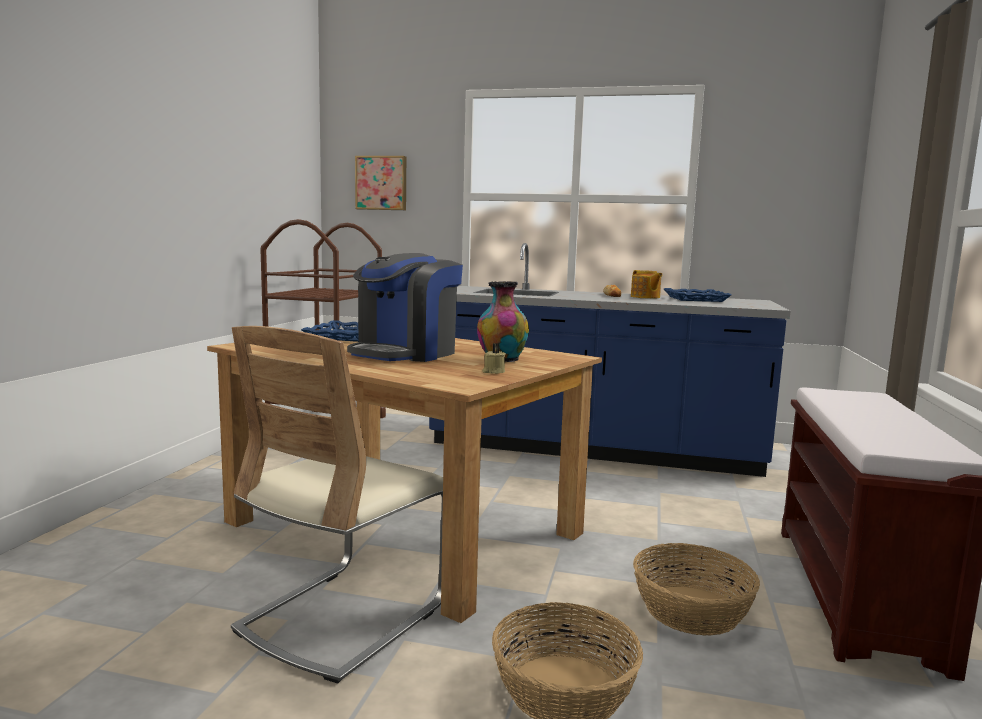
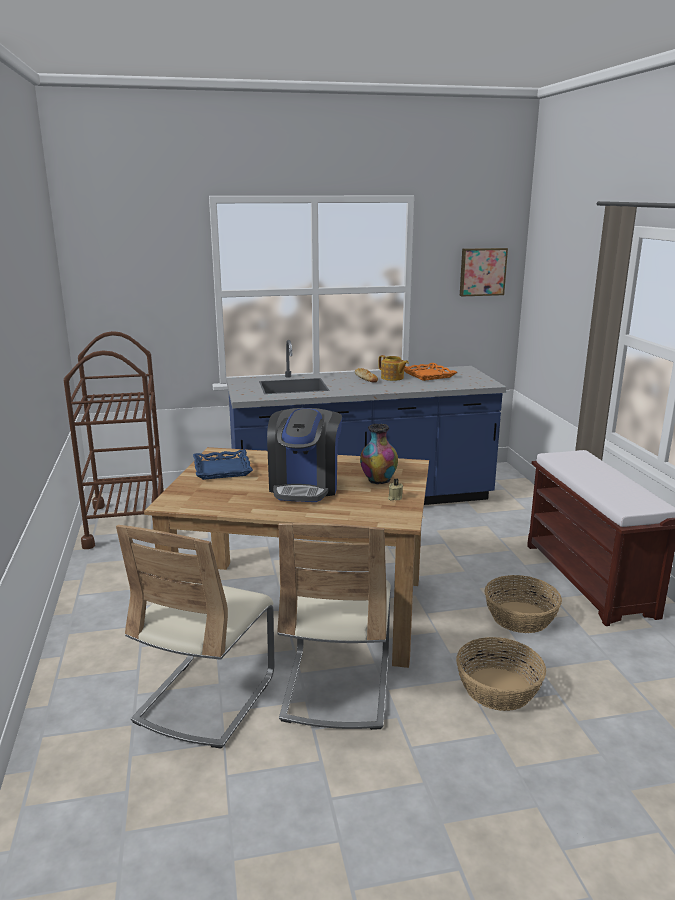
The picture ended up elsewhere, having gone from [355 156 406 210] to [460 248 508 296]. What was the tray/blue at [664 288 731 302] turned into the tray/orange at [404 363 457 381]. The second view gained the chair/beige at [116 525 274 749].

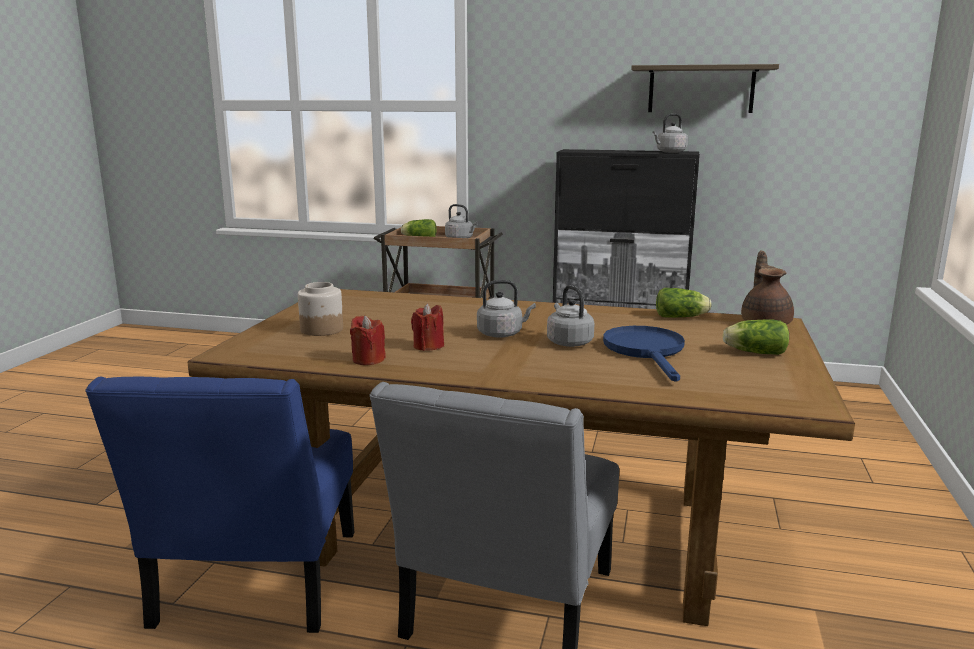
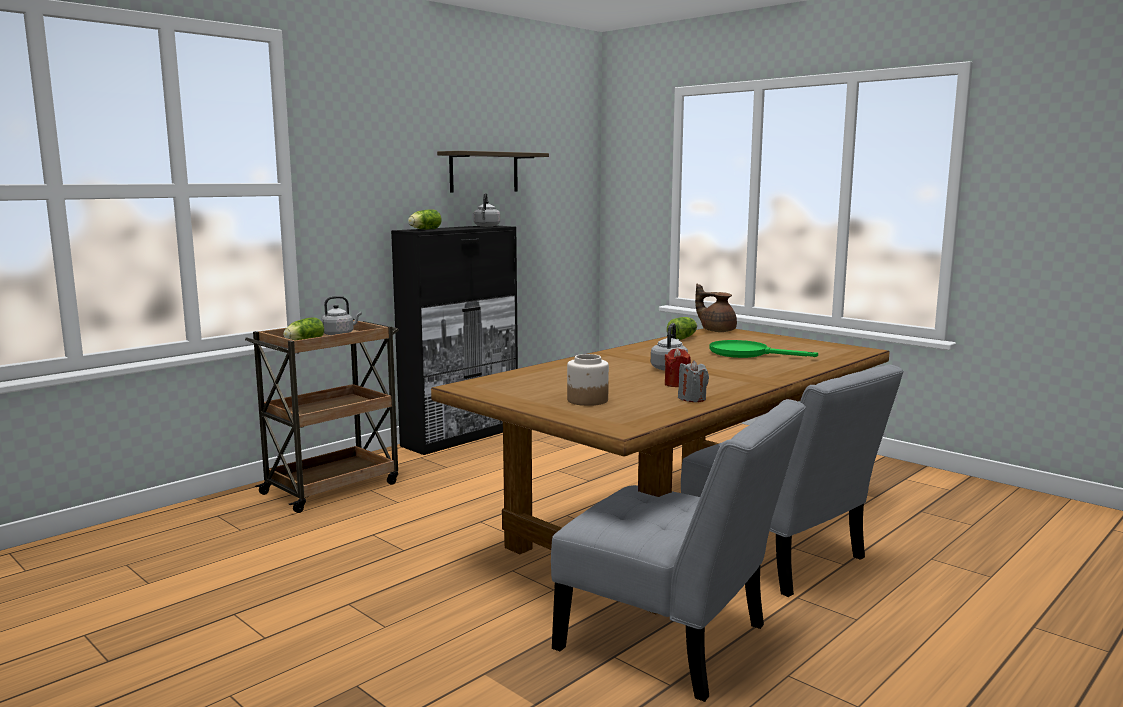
The second view lost the kettle/grey at [547 285 594 347]. What was the candle/red at [350 315 386 365] turned into the candle/grey at [678 360 709 402]. The lettuce ended up elsewhere, having gone from [723 319 789 355] to [408 209 441 229]. What was the frying pan/blue at [603 326 685 382] turned into the frying pan/green at [709 340 818 358]. What was the chair/blue at [85 377 354 633] turned into the chair/grey at [551 399 806 702].

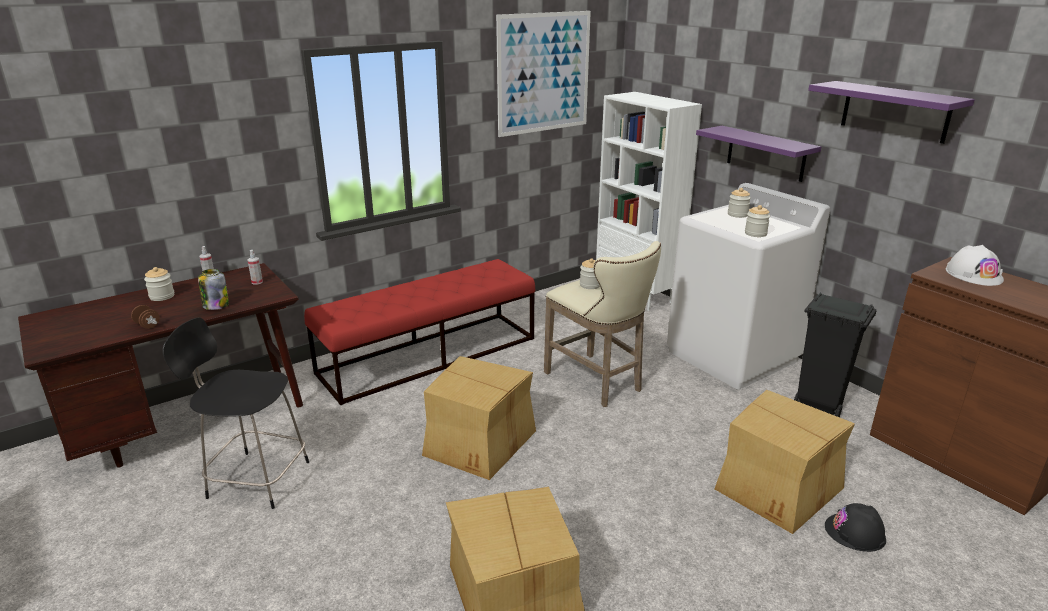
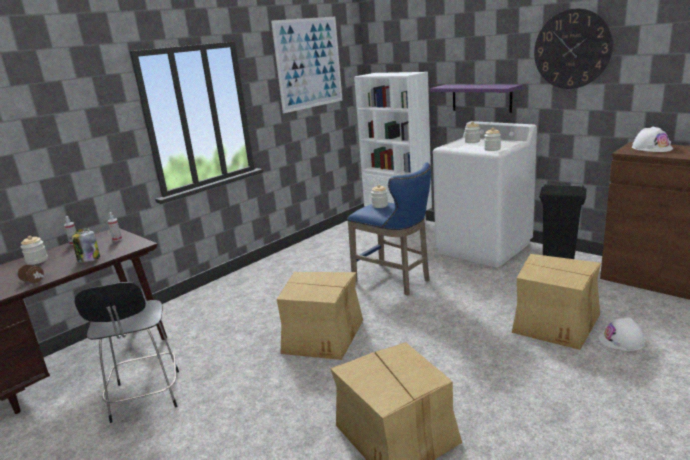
Where the shelf/purple hung at [808 81 975 144], the wall clock came to hang at [534 8 613 89]. What was the stool/beige at [544 241 661 407] turned into the stool/blue at [347 162 431 296]. The second view lost the bench/red at [304 259 535 405]. The chair/black at [162 317 309 509] ended up facing another way, 105 degrees counterclockwise from before. What was the hard hat/black at [825 503 886 552] turned into the hard hat/white at [598 317 646 351].

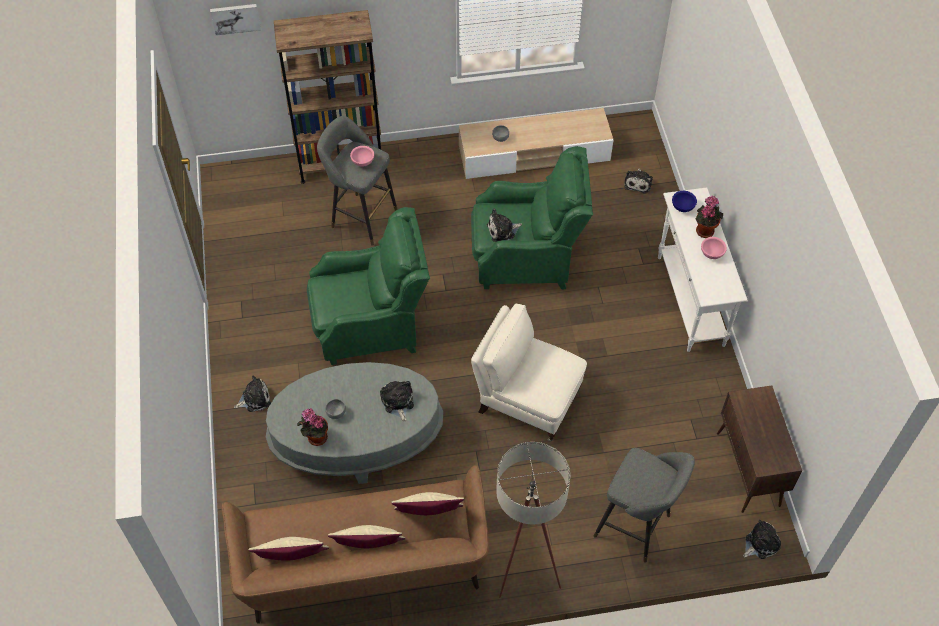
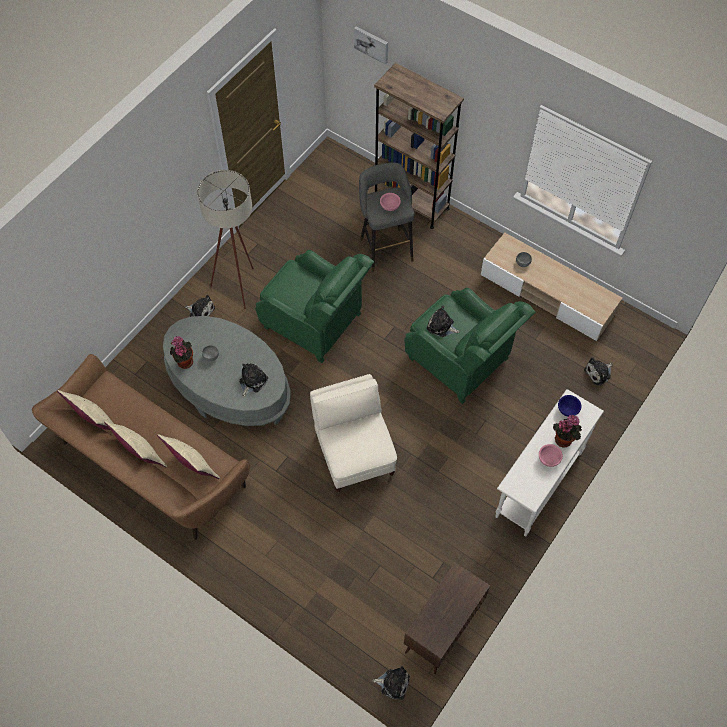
The floor lamp/beige ended up elsewhere, having gone from [496 442 570 598] to [197 170 254 309]. The second view lost the stool/grey at [594 448 695 562].

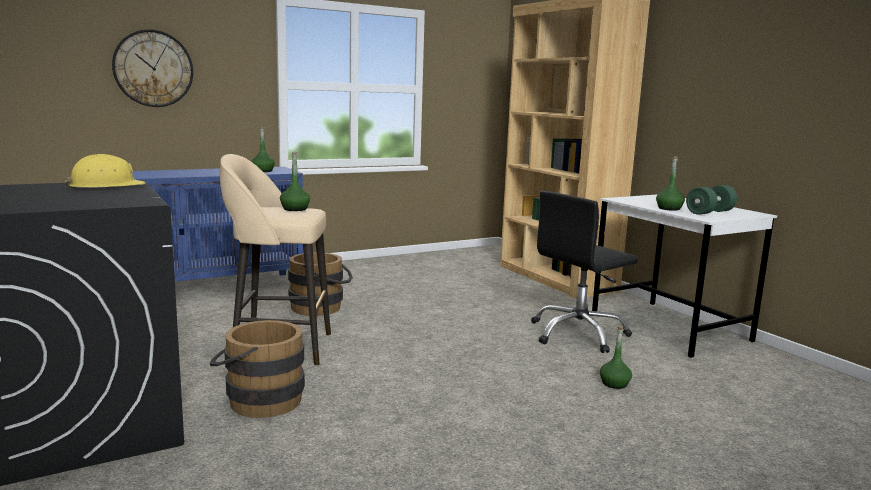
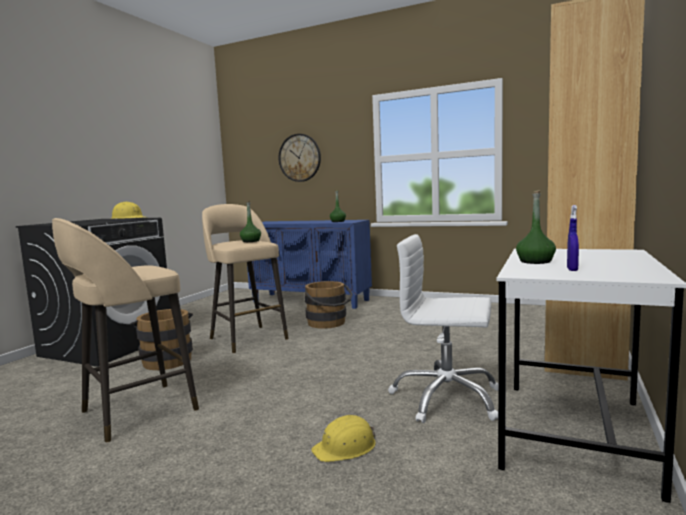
Where the dumbbell/green stood at [686 185 737 215], the spray bottle/blue came to stand at [567 205 579 271]. What was the office chair/black at [531 191 638 353] turned into the office chair/white at [388 234 498 423]. Where the bottle/green stood at [600 326 632 389], the hard hat/yellow came to stand at [311 415 375 462]. The second view gained the stool/beige at [52 218 199 443].

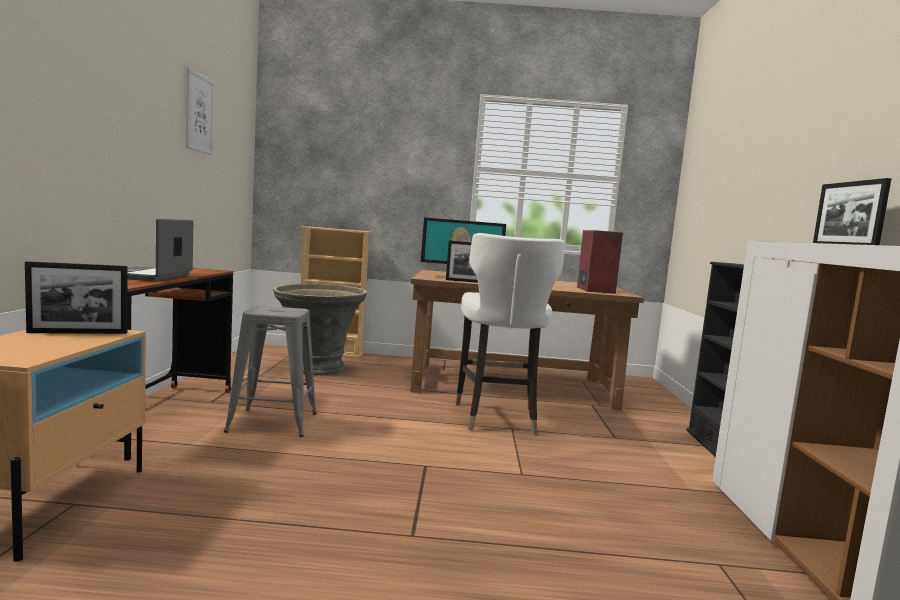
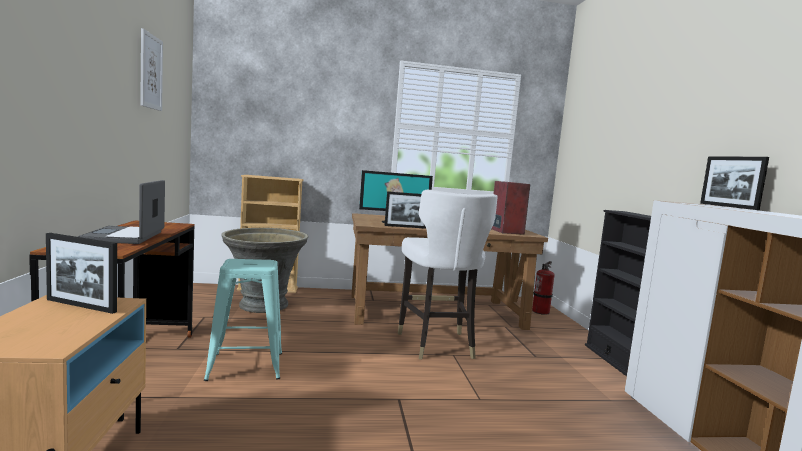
The picture frame at [25 261 128 334] ended up facing another way, 45 degrees clockwise from before. What was the stool/grey at [224 306 317 437] turned into the stool/turquoise at [204 259 282 381]. The second view gained the fire extinguisher at [532 261 555 315].

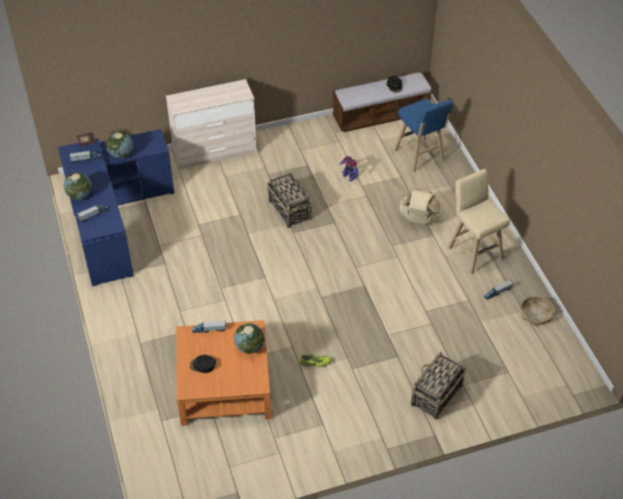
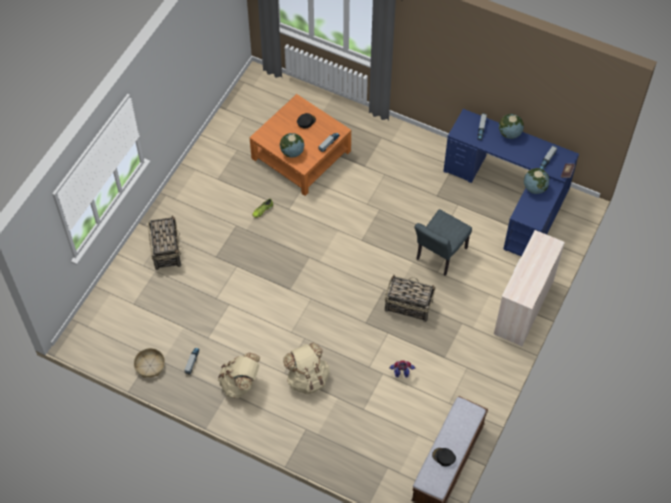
The second view lost the stool/blue at [394 99 453 172]. Where the stool/beige stood at [448 169 510 274], the backpack/beige came to stand at [218 353 260 398]. The second view gained the chair/grey at [414 209 472 276].

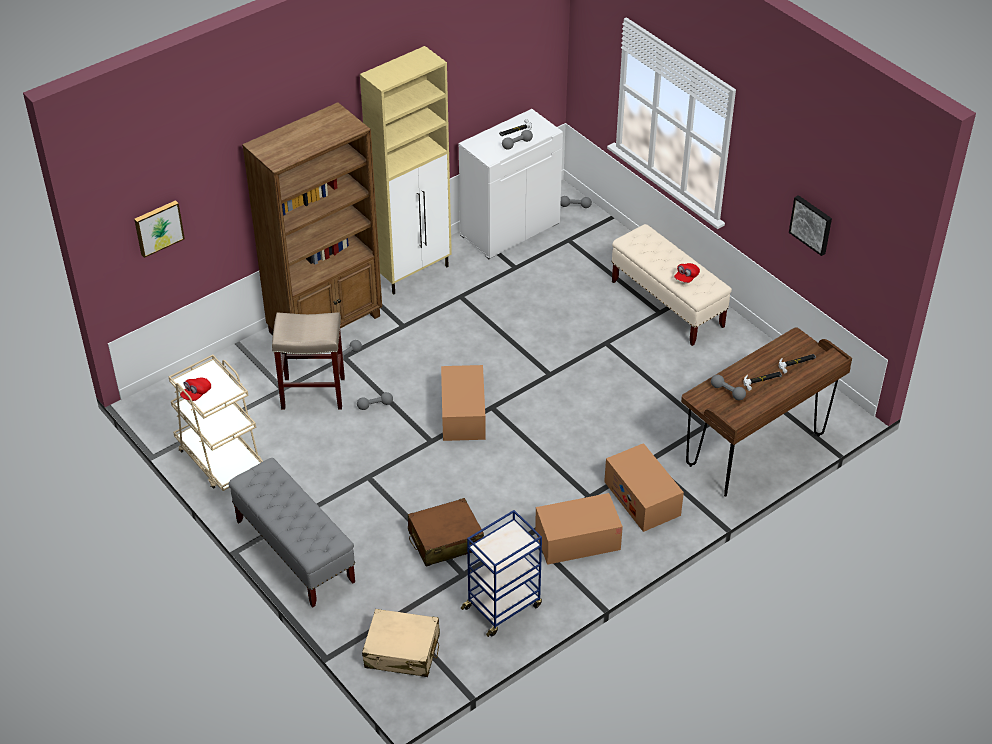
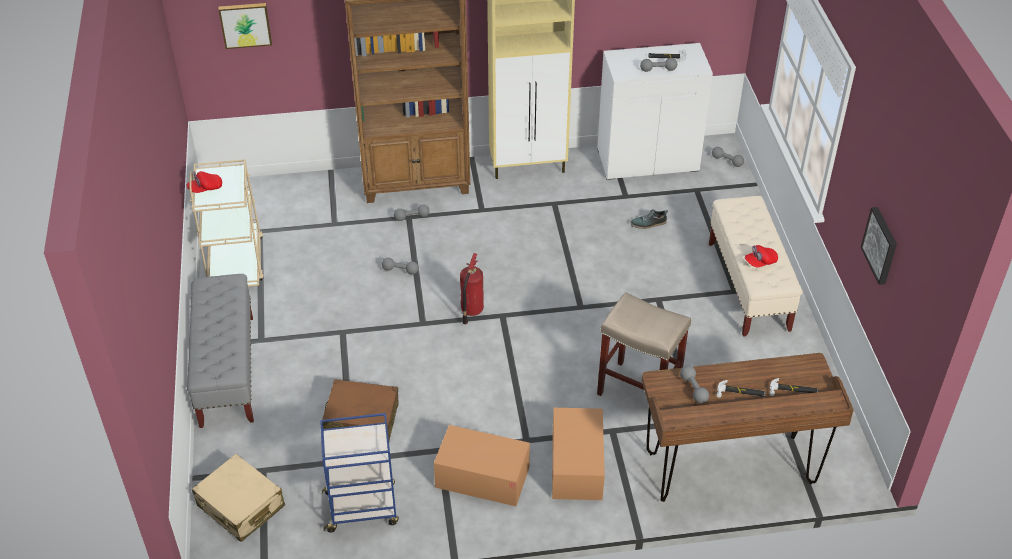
The stool/beige ended up elsewhere, having gone from [272 312 345 410] to [597 292 691 396]. Where the cardboard box stood at [441 365 486 441], the fire extinguisher came to stand at [460 253 484 325]. The second view gained the shoe at [631 209 668 229].

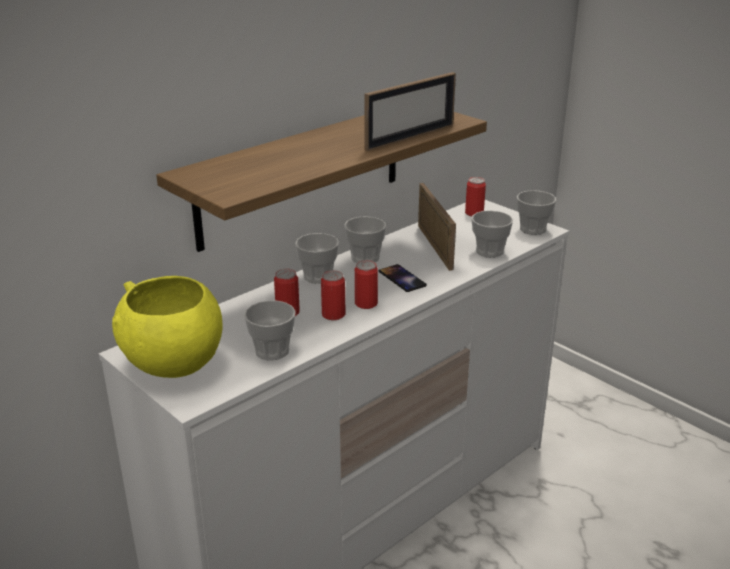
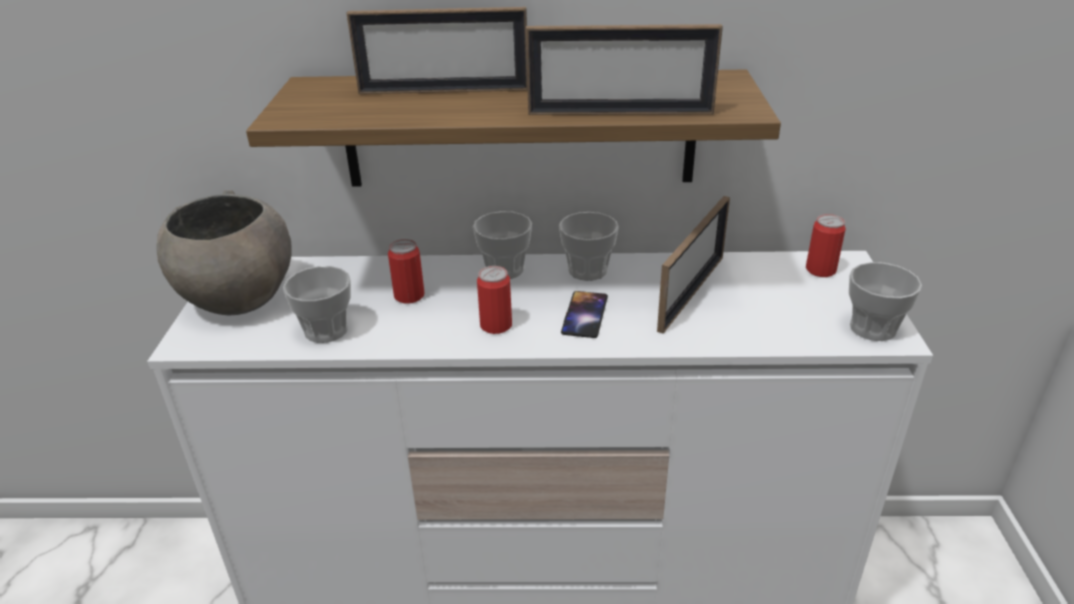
The second view lost the cup at [472 210 513 258]. The second view lost the can at [321 270 345 320]. What was the bowl/yellow at [112 276 223 378] turned into the bowl/grey at [157 190 292 316]. The second view gained the picture frame at [347 7 528 94].

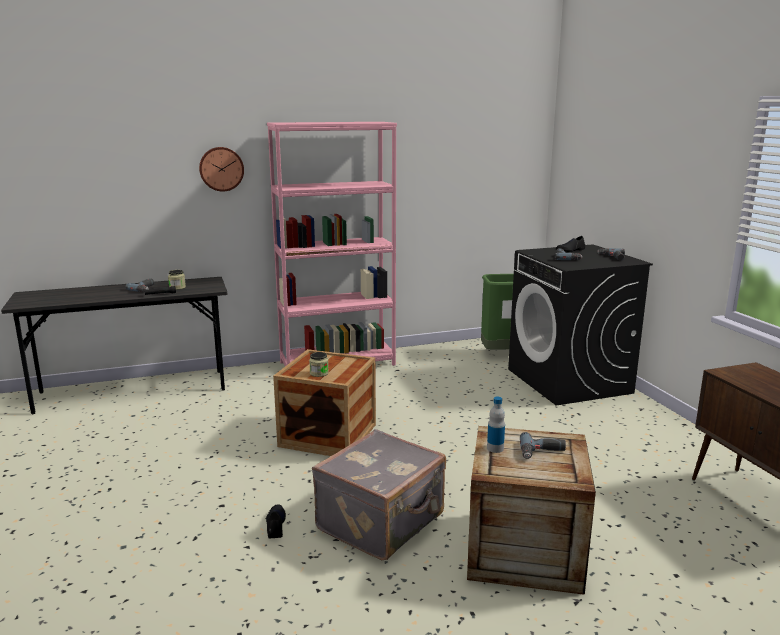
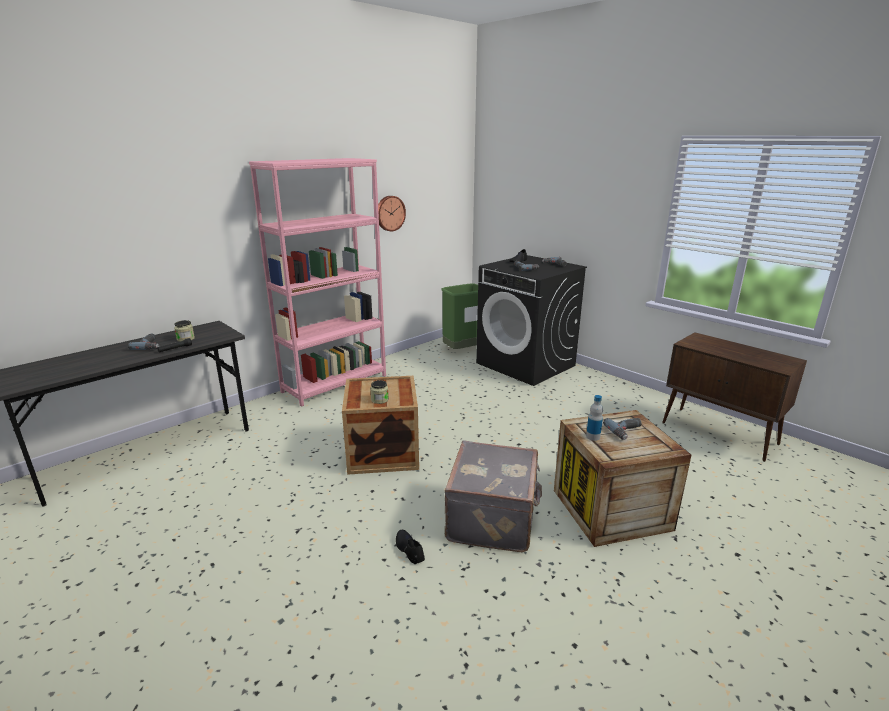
The wall clock ended up elsewhere, having gone from [199 147 244 192] to [378 196 406 231].

